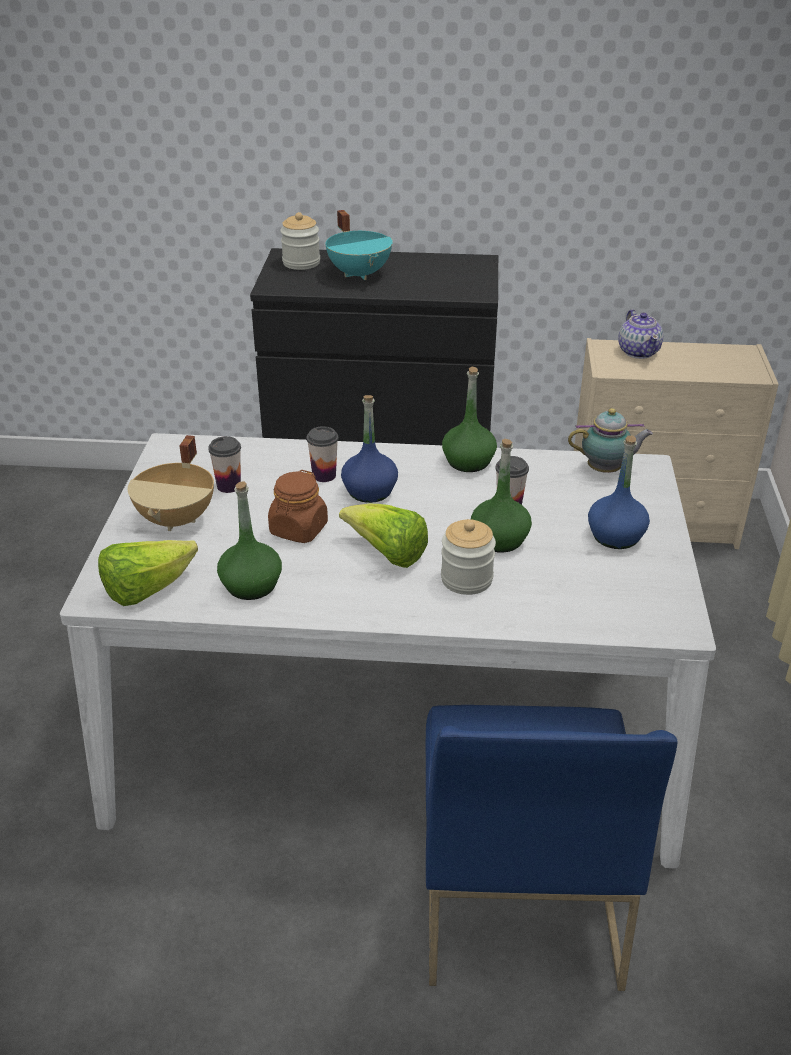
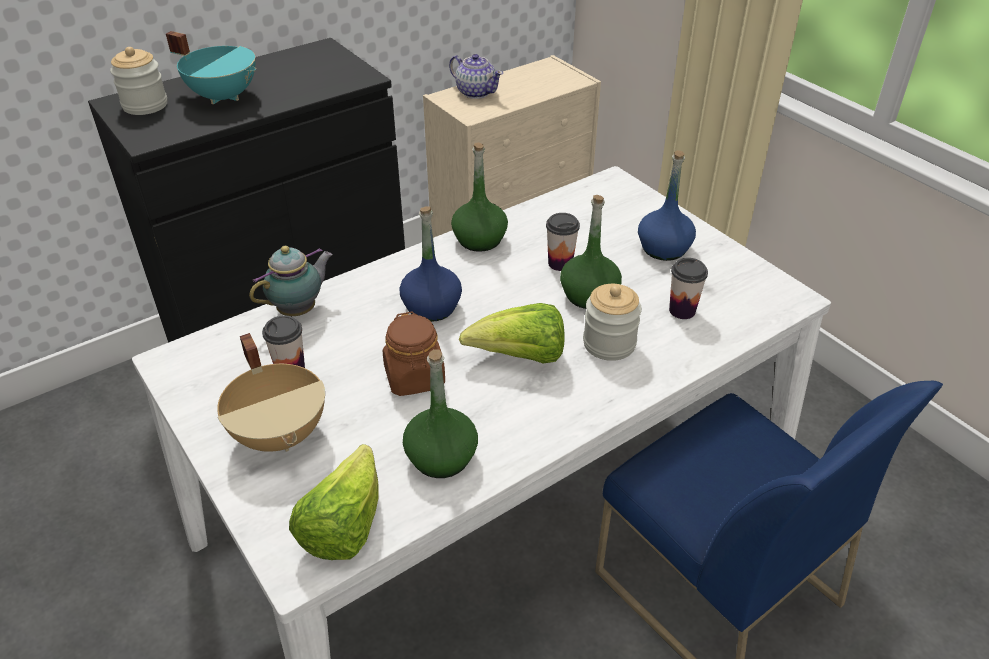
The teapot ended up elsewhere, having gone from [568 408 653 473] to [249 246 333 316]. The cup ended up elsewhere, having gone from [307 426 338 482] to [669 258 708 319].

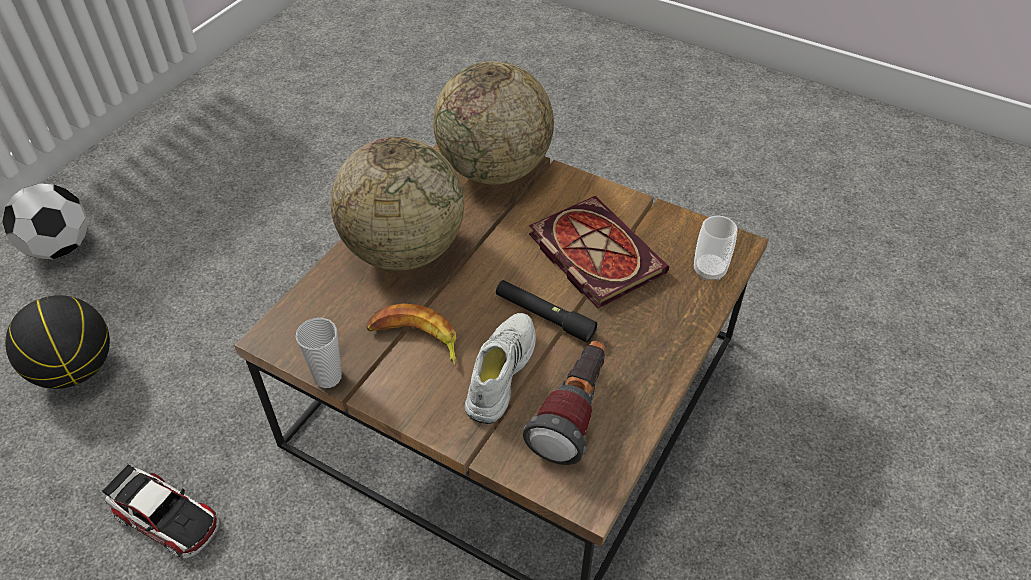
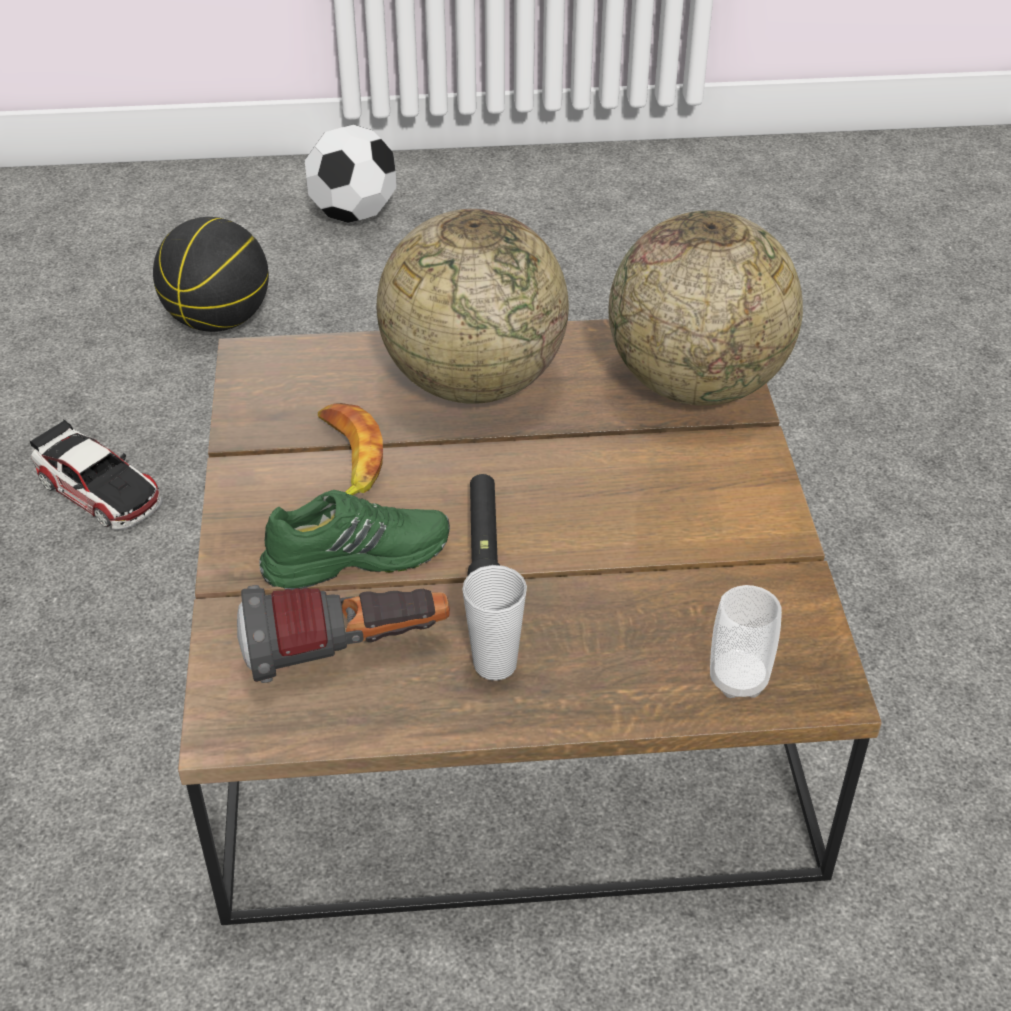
The second view lost the book at [529 196 669 308]. What was the shoe/white at [465 313 536 424] turned into the shoe/green at [259 490 450 590]. The cup ended up elsewhere, having gone from [296 318 342 388] to [462 565 527 681]. The toy car at [102 464 221 559] ended up facing another way, 45 degrees counterclockwise from before.

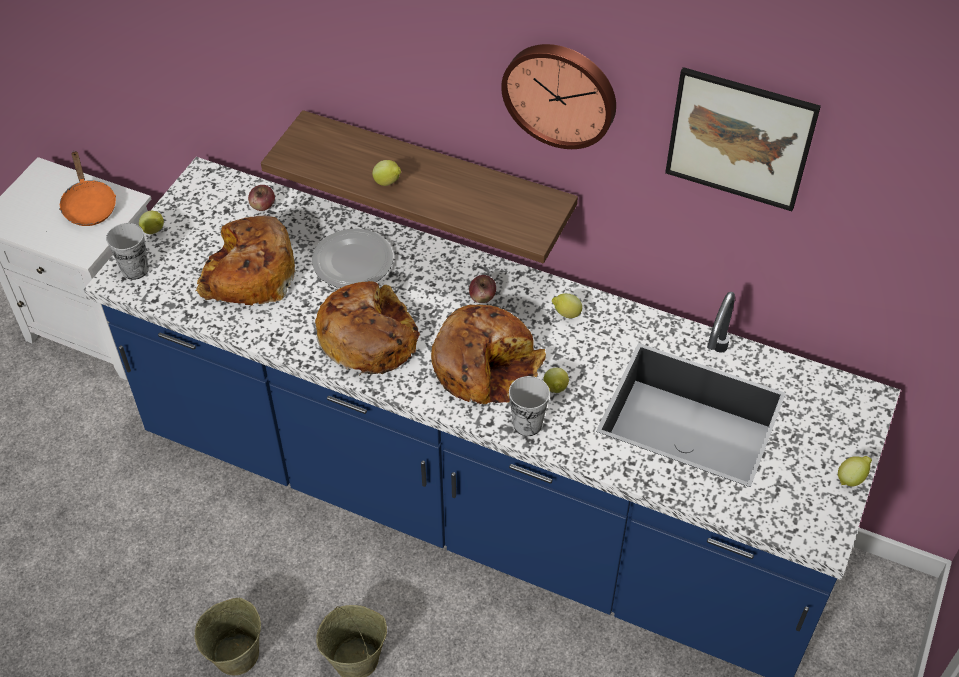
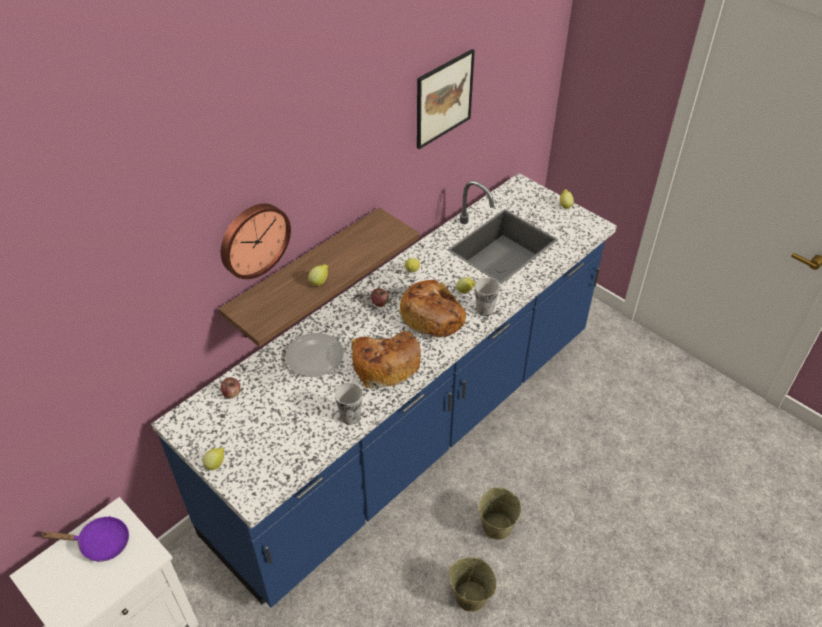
The wall clock ended up elsewhere, having gone from [501 44 616 149] to [221 204 291 279]. What was the frying pan/orange at [59 151 116 226] turned into the frying pan/purple at [40 516 129 562]. The second view lost the bread at [196 216 295 306]. The cup ended up elsewhere, having gone from [106 223 149 280] to [335 382 363 425].

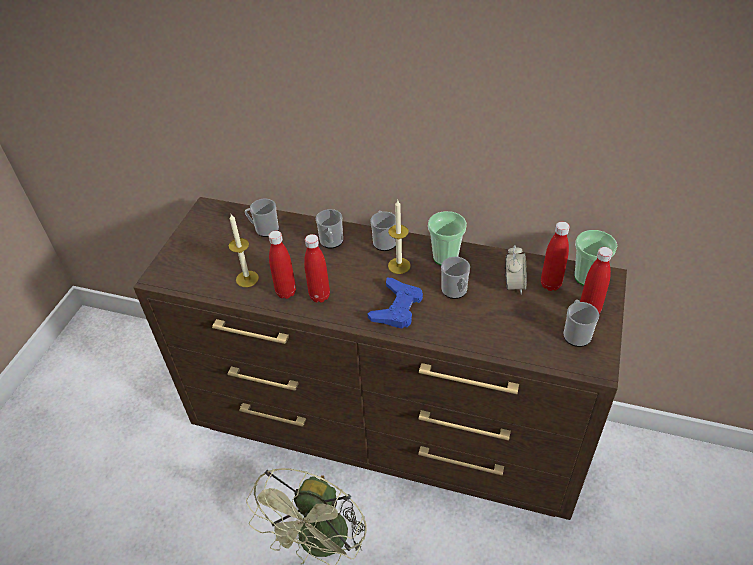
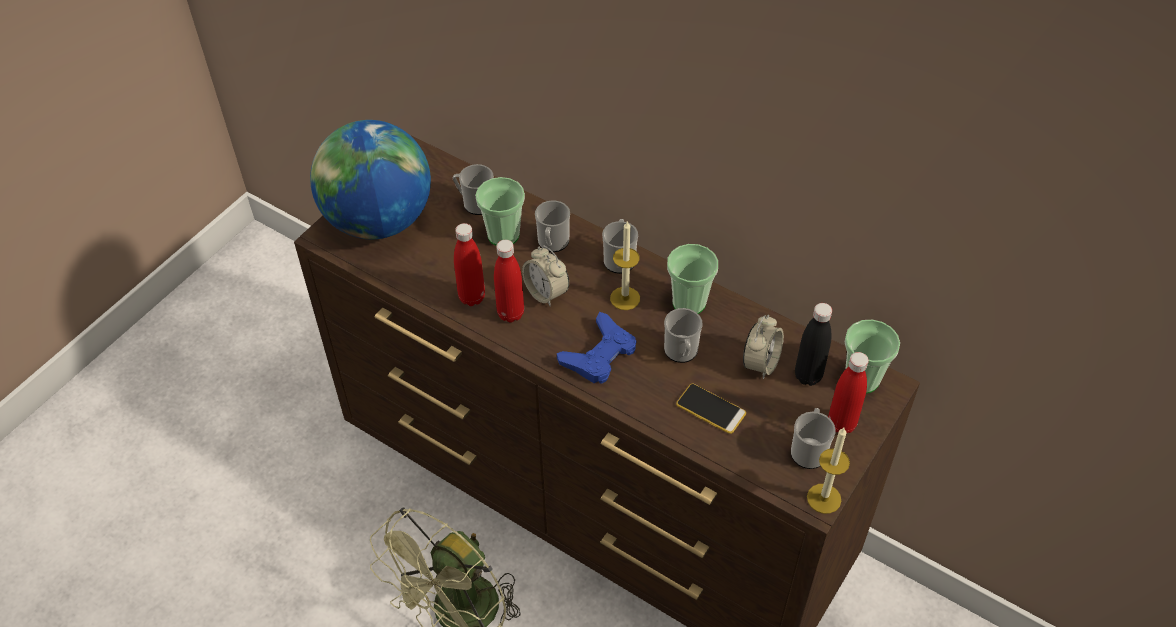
The candle ended up elsewhere, having gone from [229 214 259 287] to [807 428 850 514]. What was the bottle/red at [541 221 570 291] turned into the bottle/black at [795 303 832 386]. The second view gained the globe at [310 120 431 239]. The second view gained the cup at [475 177 525 246]. The second view gained the alarm clock at [522 245 569 307]. The second view gained the phone at [676 383 746 434].

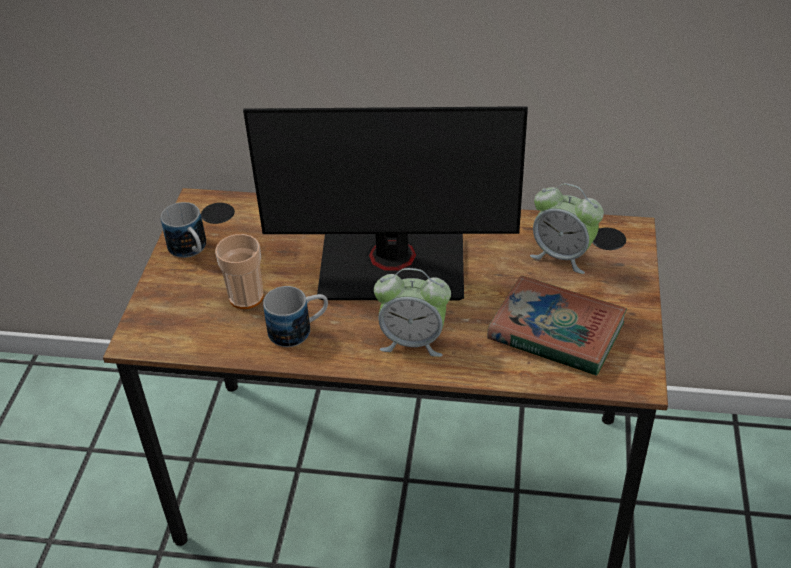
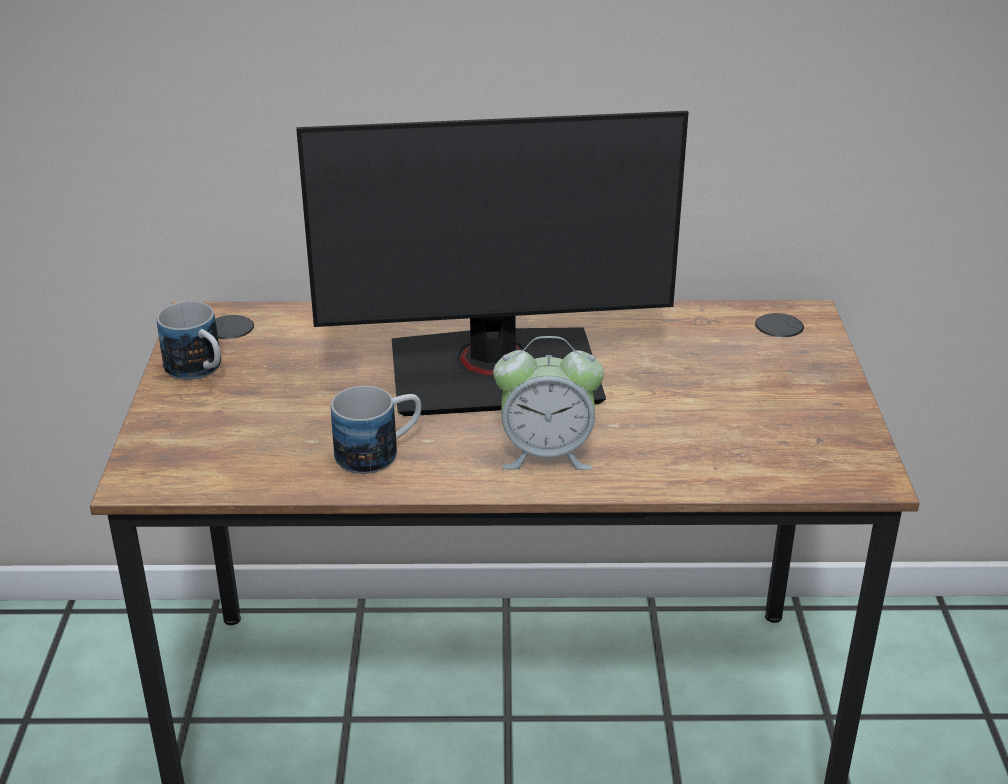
The second view lost the alarm clock at [530 183 604 274]. The second view lost the cup at [215 234 264 309]. The second view lost the book at [487 276 627 376].

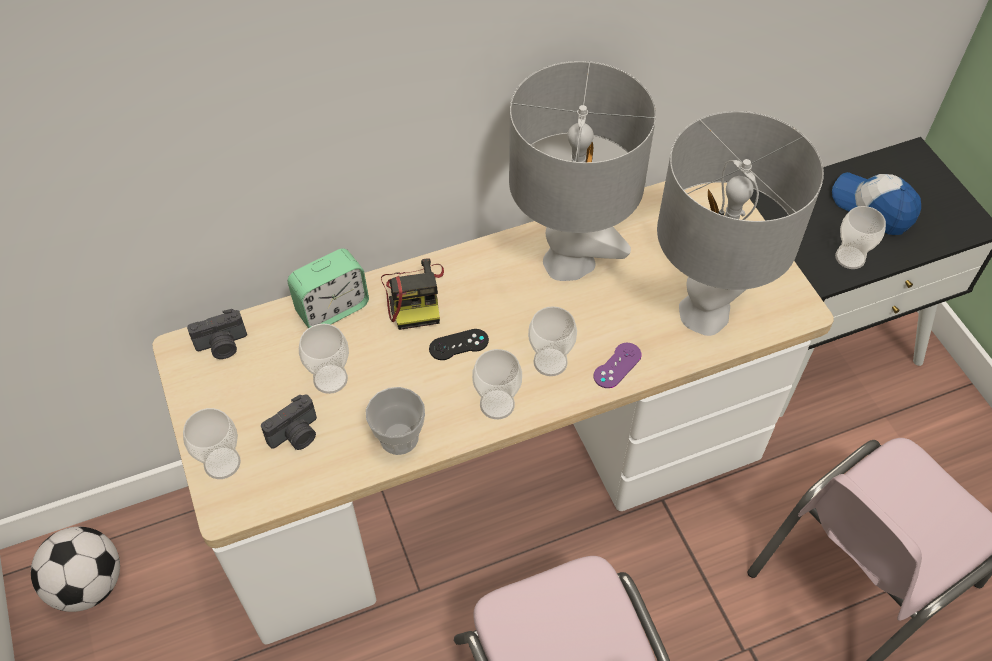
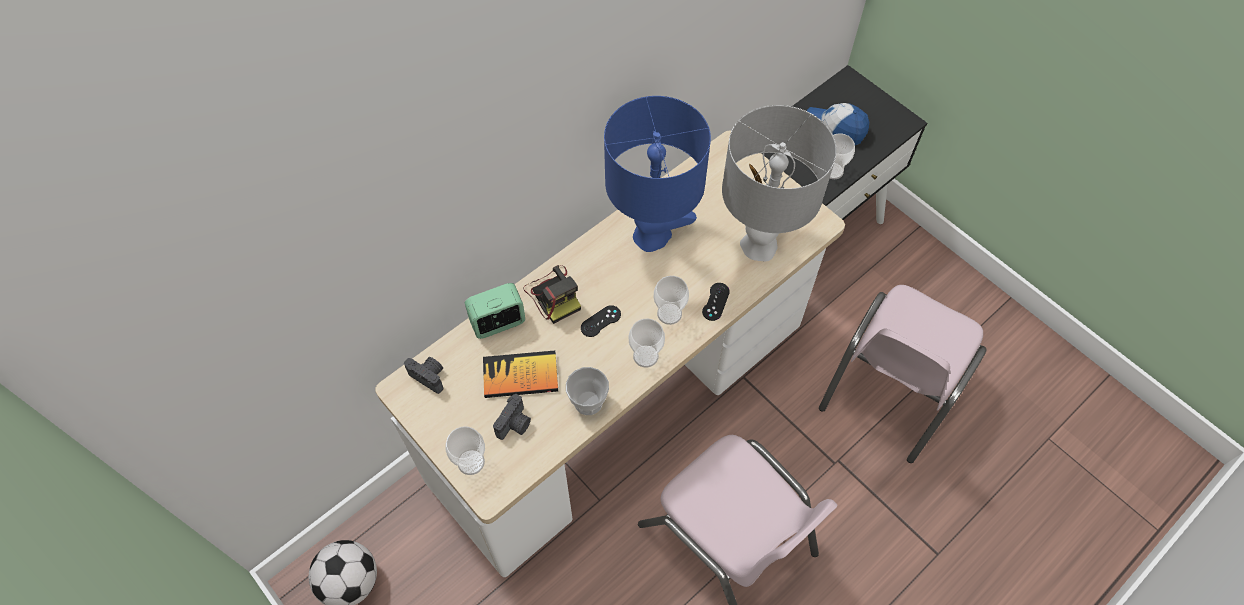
What was the table lamp/grey at [509 61 656 281] turned into the table lamp/blue at [604 96 711 252]. The alarm clock at [287 248 369 328] ended up facing another way, 150 degrees counterclockwise from before. The photo camera at [187 309 247 359] ended up facing another way, 105 degrees counterclockwise from before. Where the cup stood at [299 324 349 394], the book came to stand at [483 351 558 398]. What was the game controller/purple at [593 343 642 388] turned into the game controller/black at [702 283 730 321].

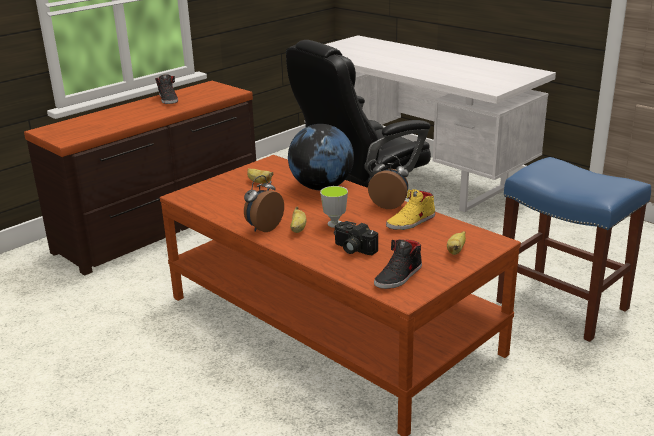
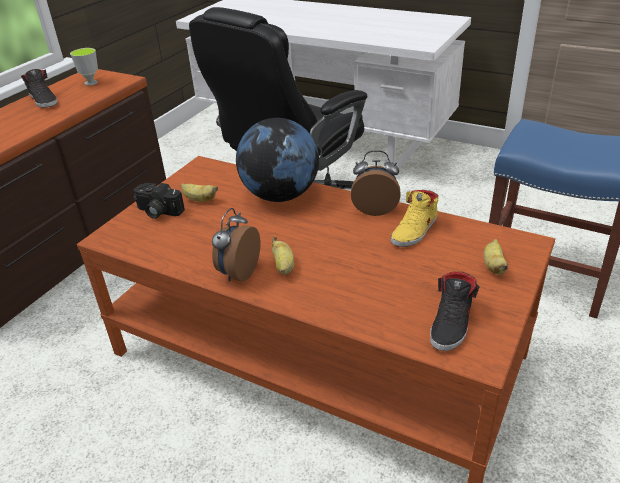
The cup ended up elsewhere, having gone from [320 186 348 228] to [70 48 98 86]. The photo camera ended up elsewhere, having gone from [334 221 378 255] to [133 183 185 219].

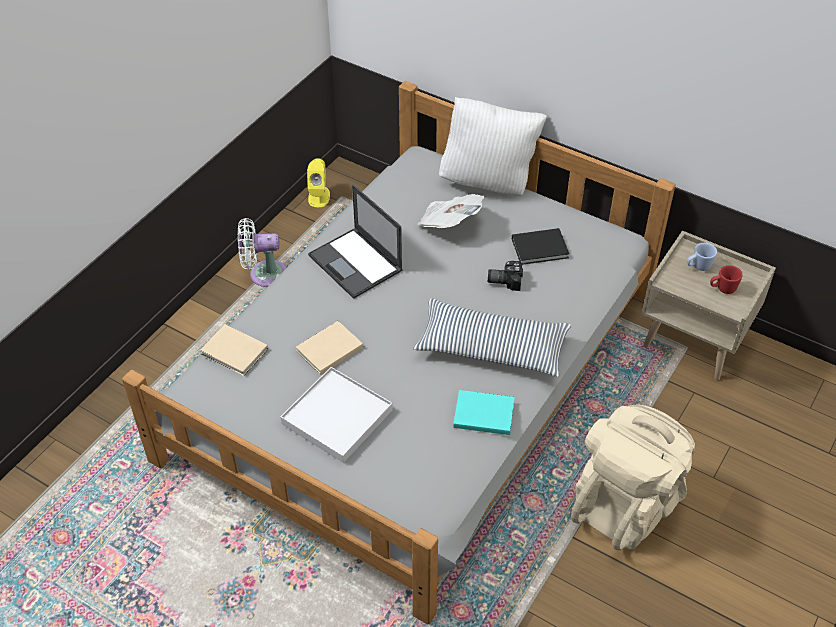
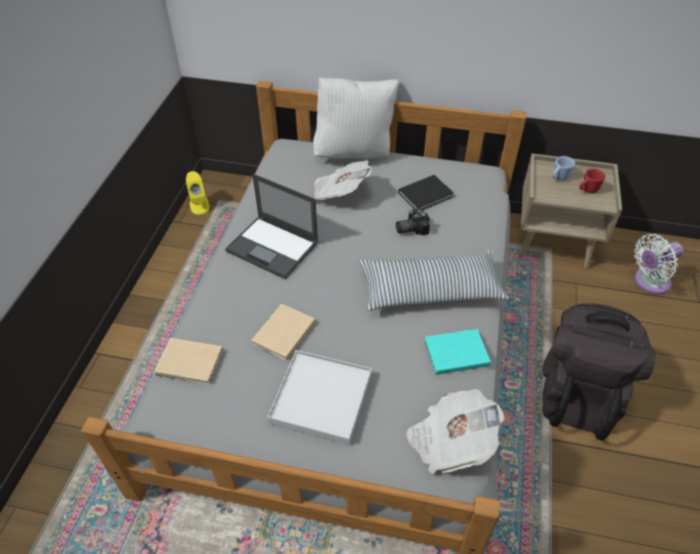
The fan/white ended up elsewhere, having gone from [238 218 287 287] to [634 234 684 294]. What was the backpack/beige at [571 404 695 550] turned into the backpack/black at [542 303 656 440]. The second view gained the newspaper at [406 389 504 474].

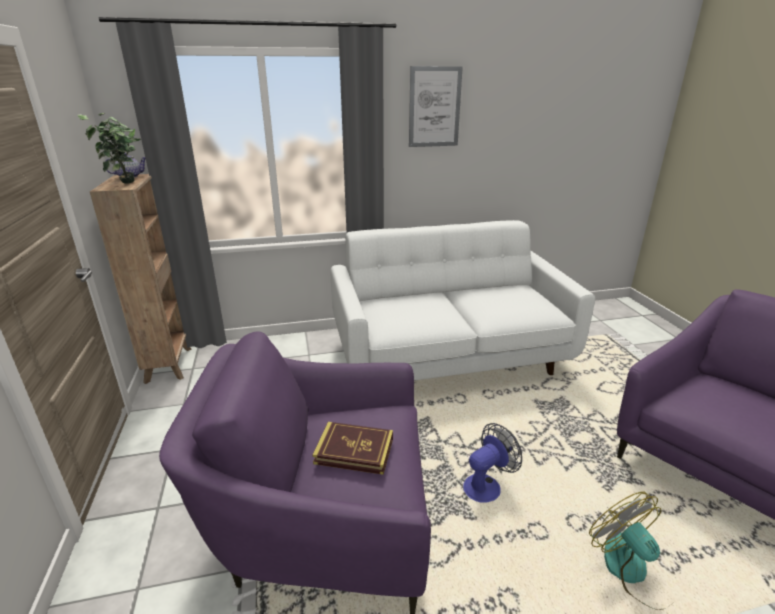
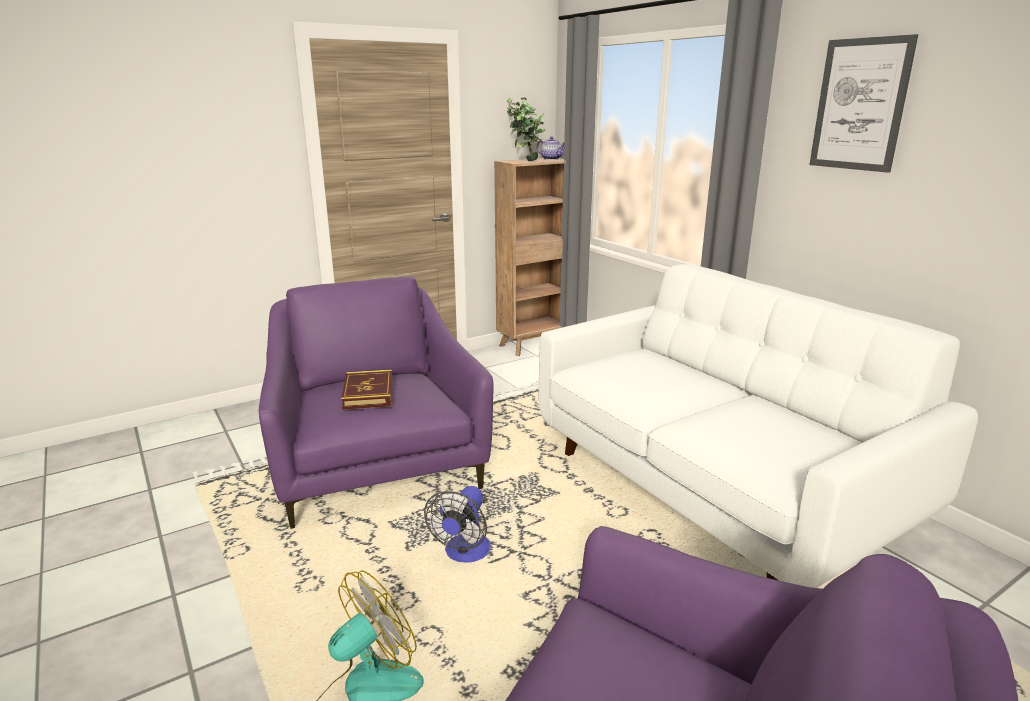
The fan at [463 423 522 502] ended up facing another way, 75 degrees clockwise from before.

